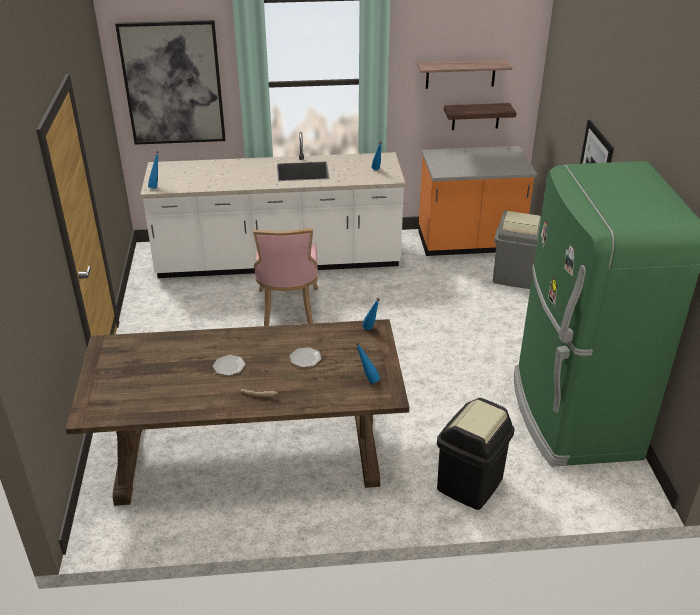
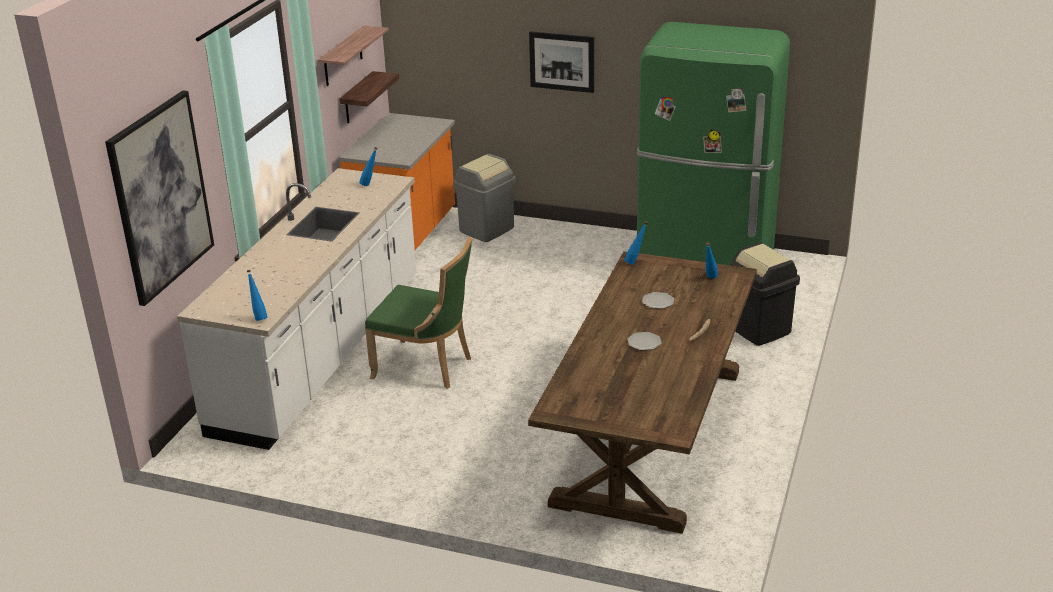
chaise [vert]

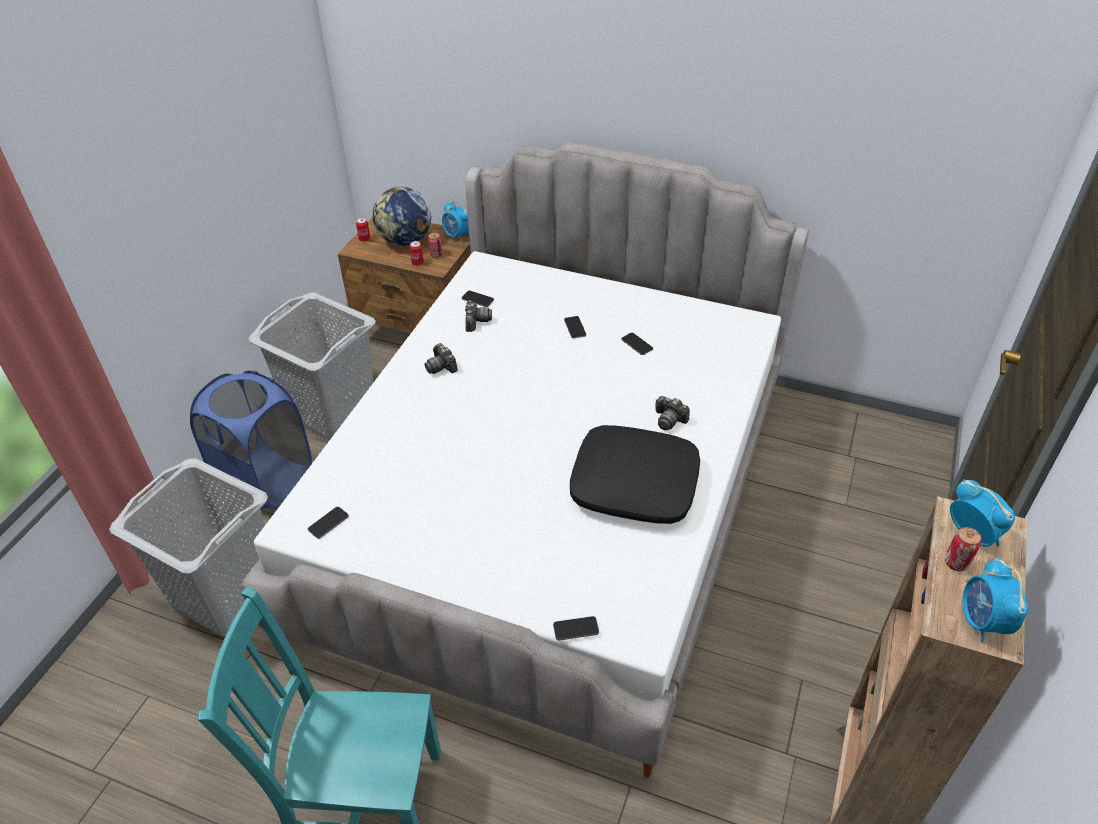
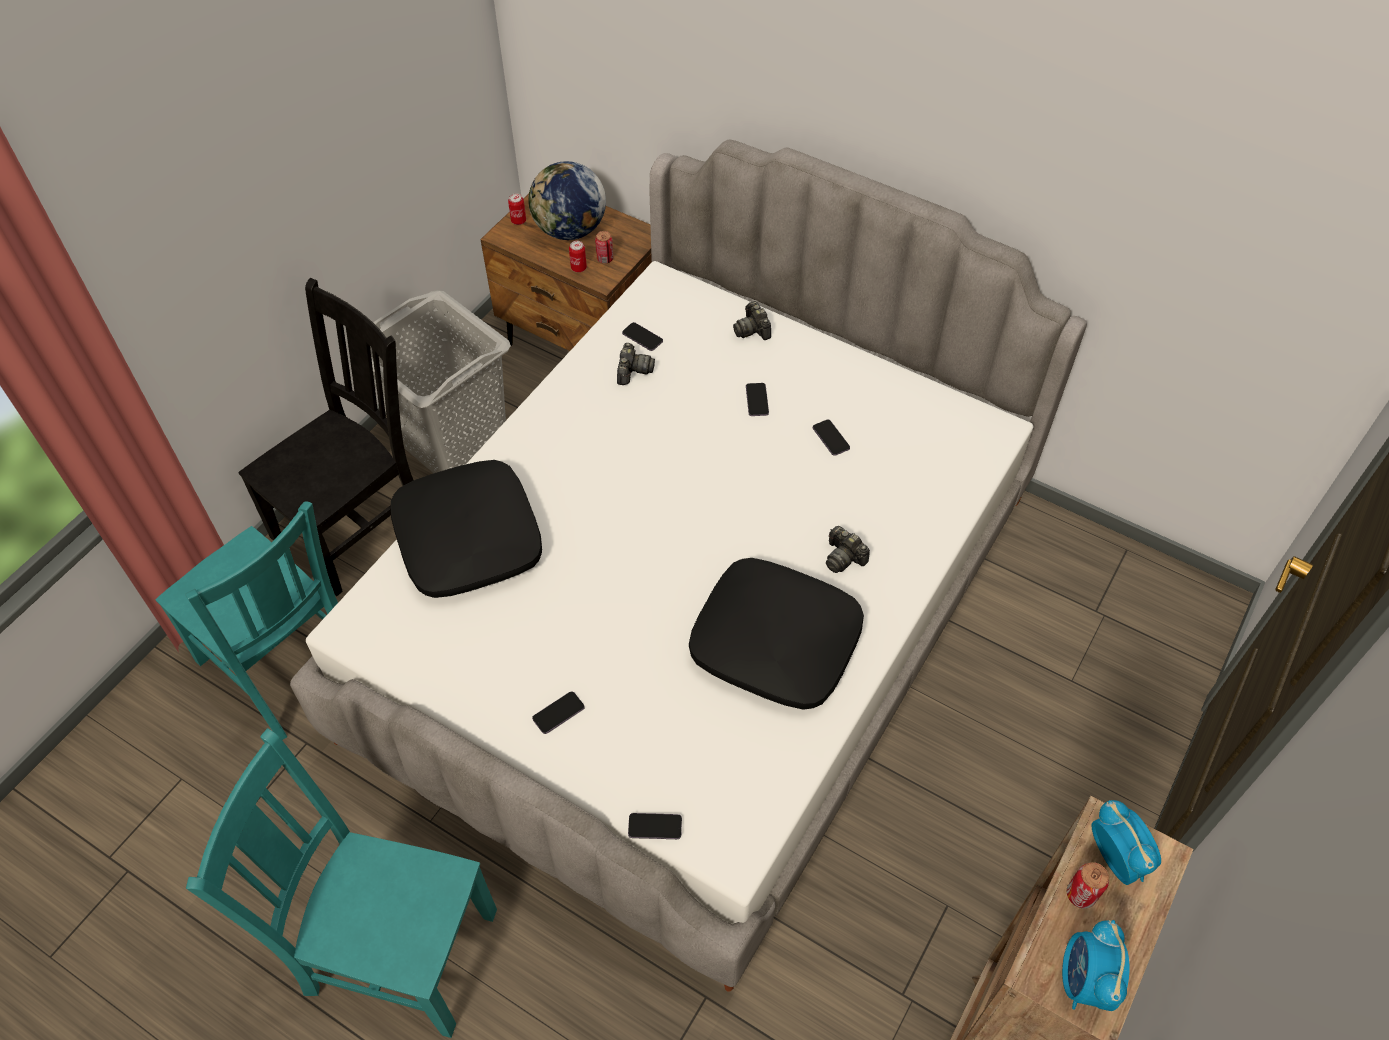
chaise [turquoise] (no. 1 from left)
chaise [noir]
coussin [noir] (no. 1 from left)
téléphone (no. 1 from left)
appareil photo (no. 2 from left)
réveil (no. 1 from left in the first image)

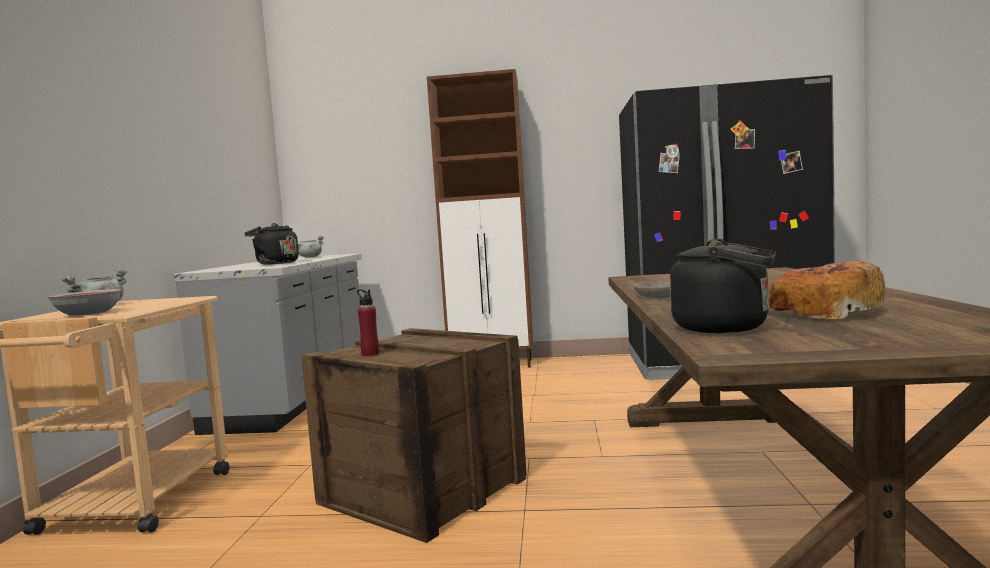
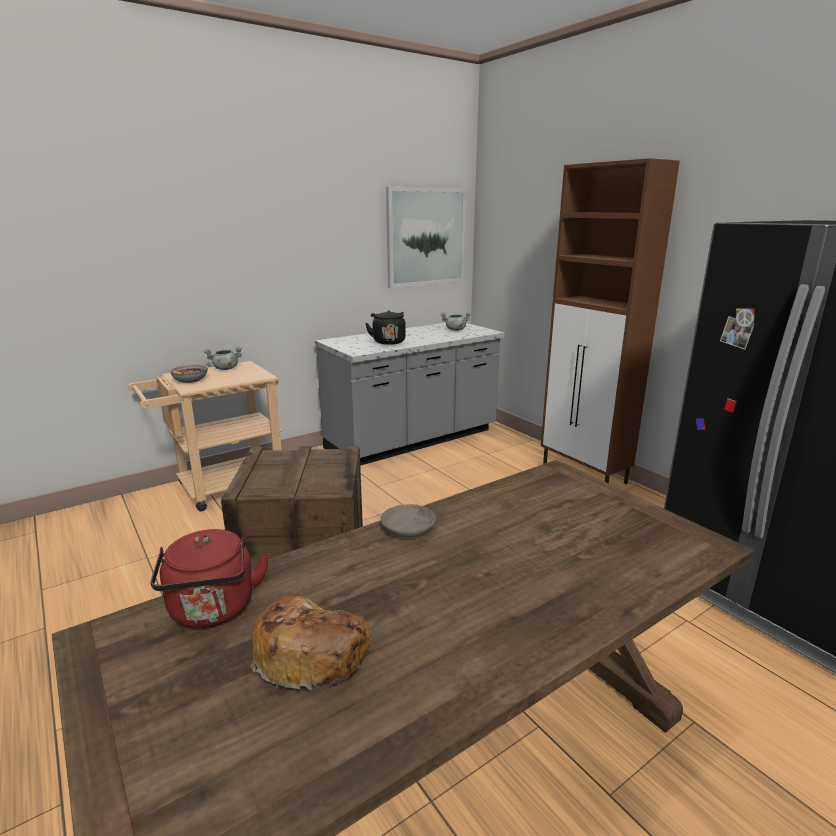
bouilloire [rouge]
tableau
bouteille [rouge]

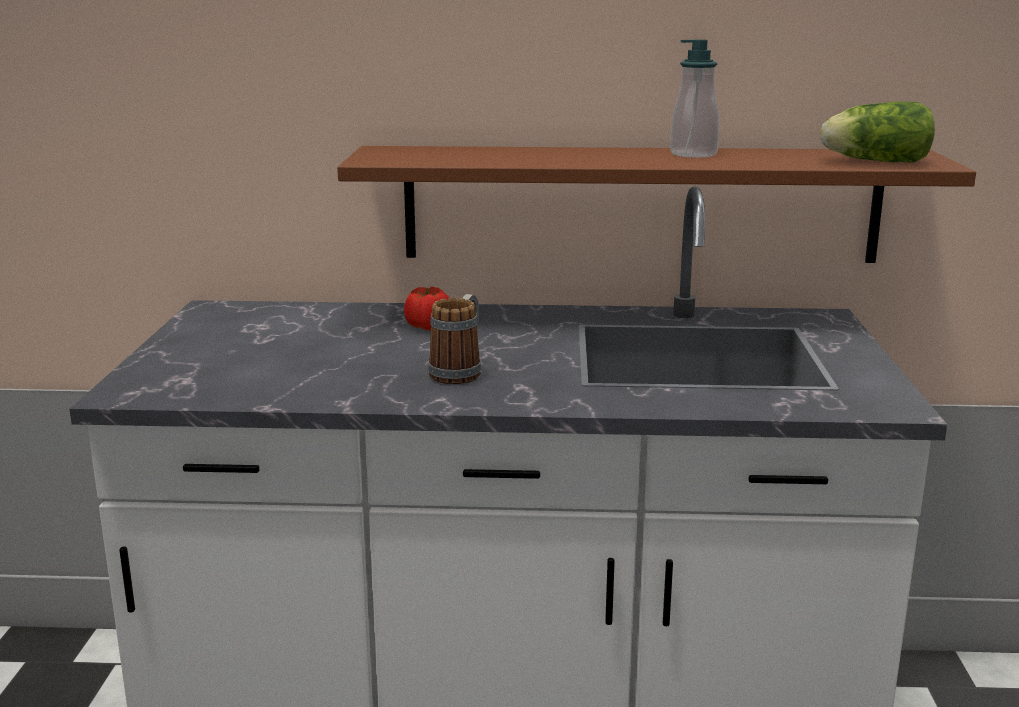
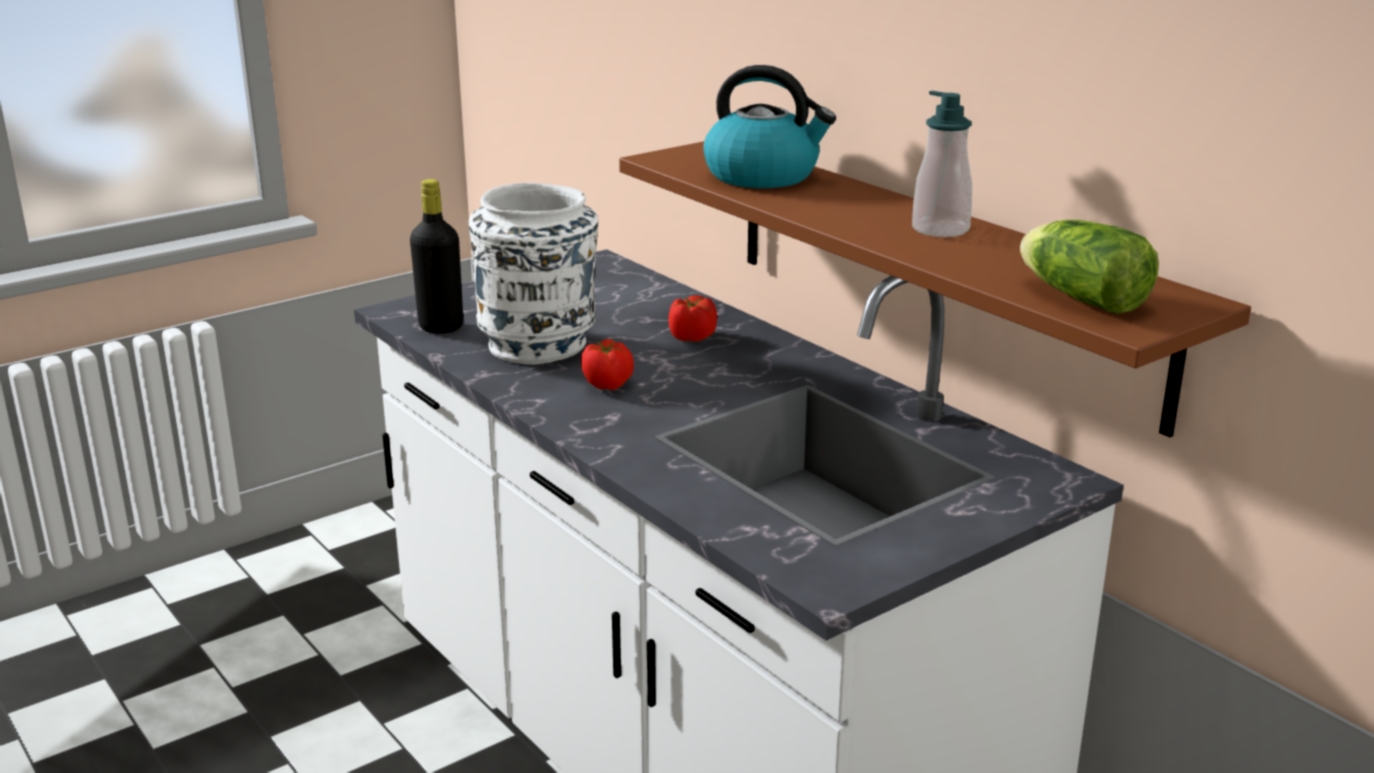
bouteille [noir]
vase [blanc]
tomate (no. 1 from left)
bouilloire

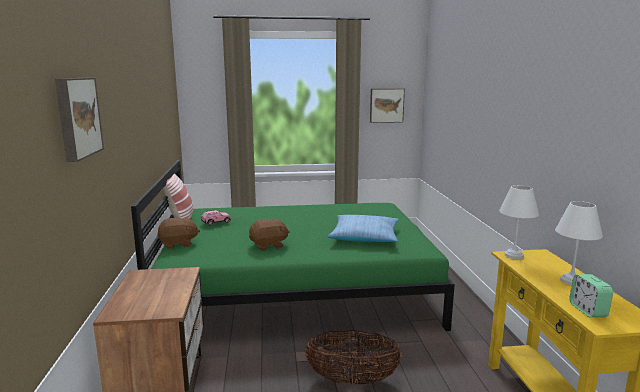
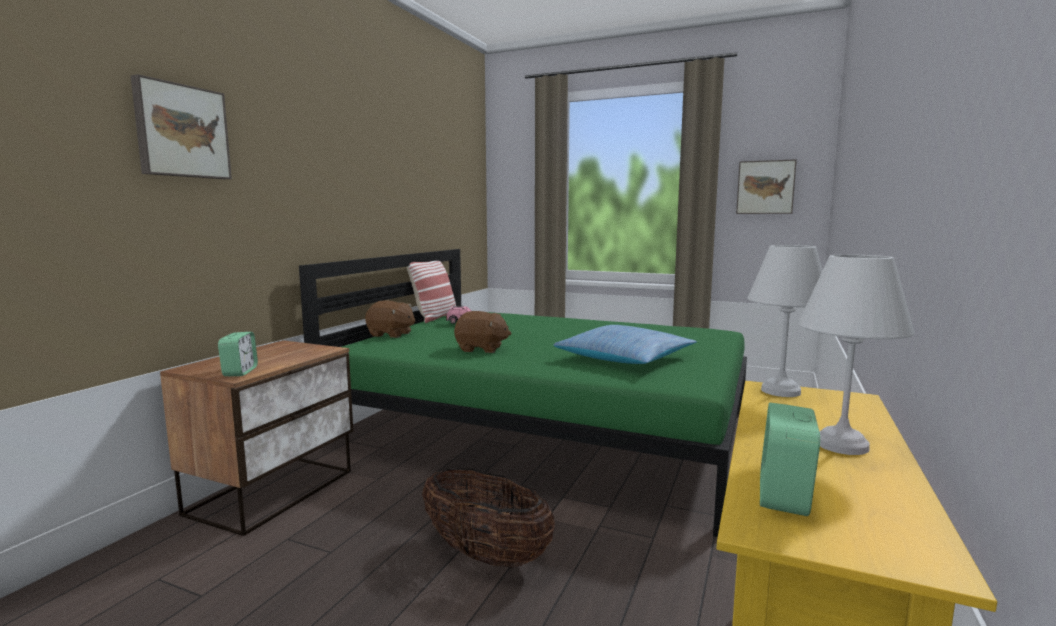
réveil (no. 1 from left)

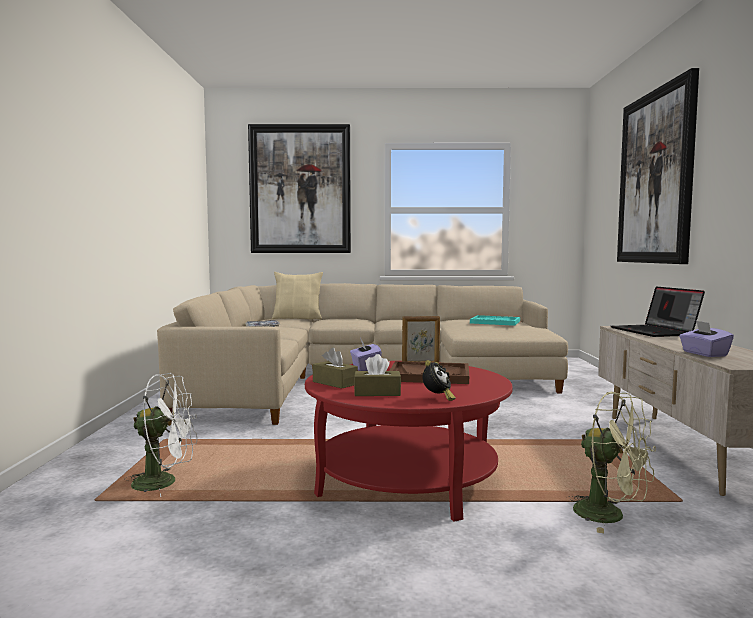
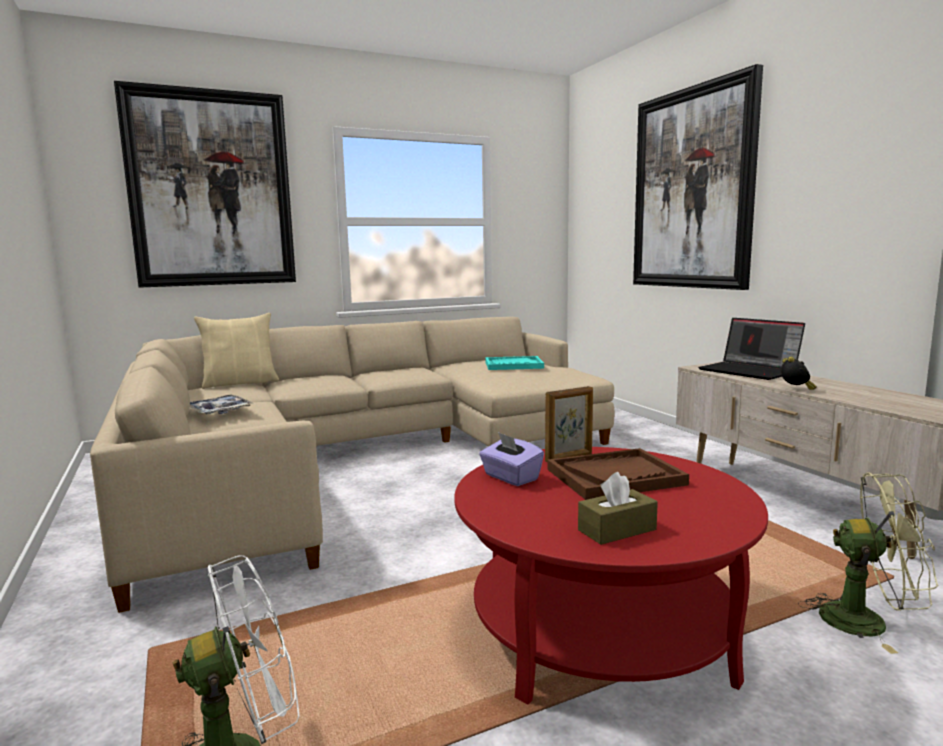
réveil
boîte à mouchoirs [marron] (no. 1 from left in the first image)
boîte à mouchoirs [violet] (no. 2 from left in the first image)

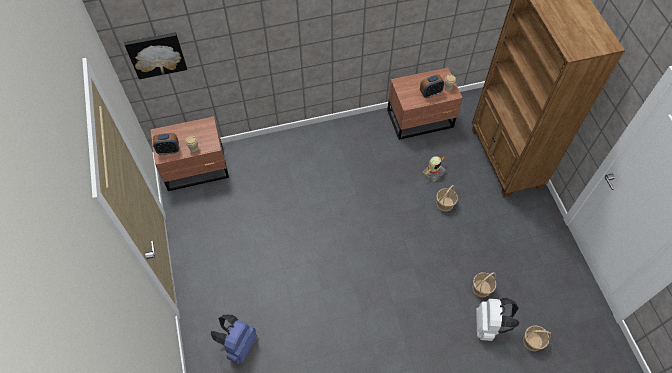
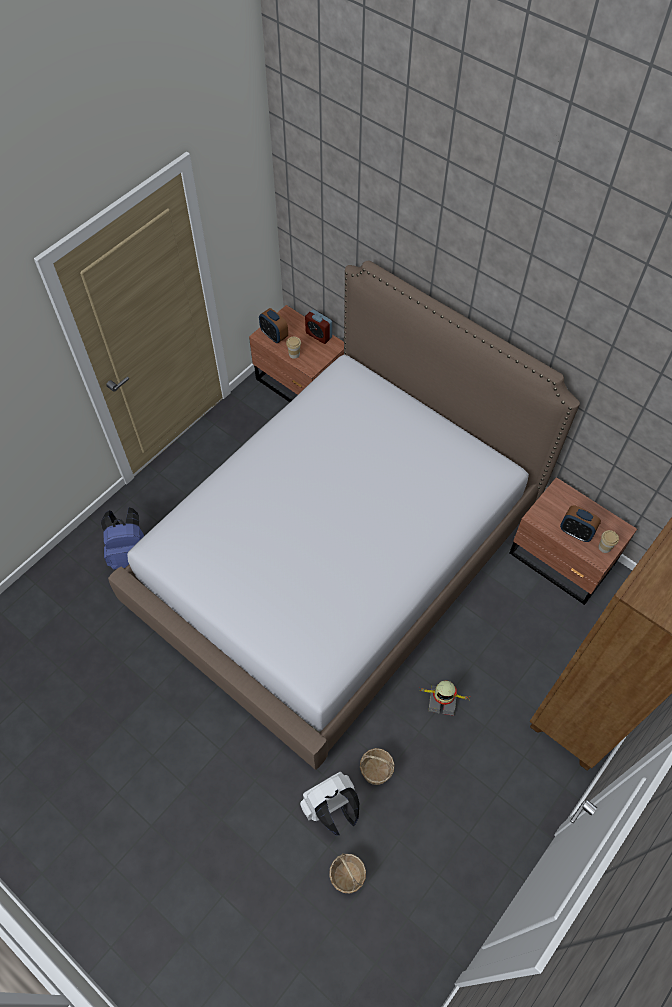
lit
réveil (no. 2 from left)
robot jouet
tableau
panier (no. 1 from left in the first image)

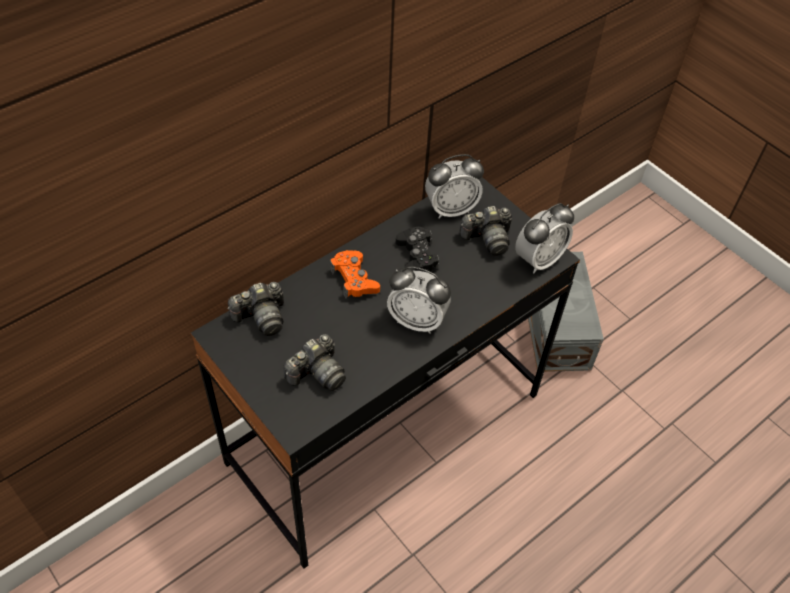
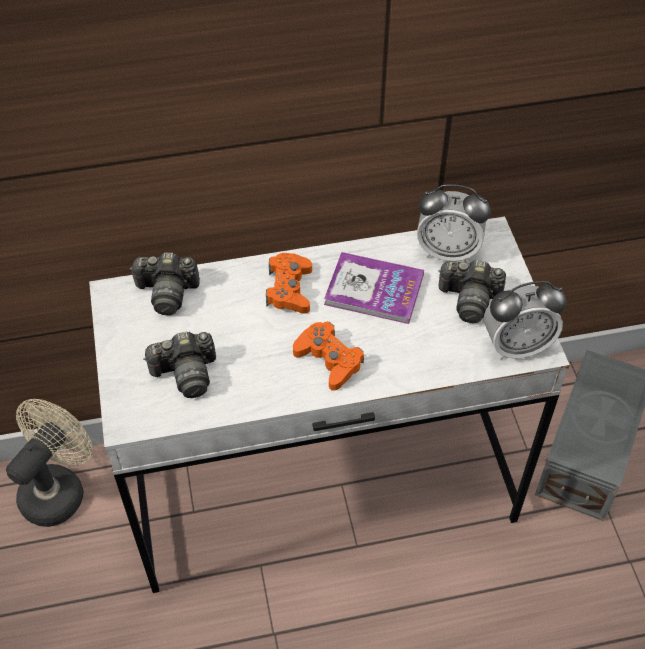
ventilateur [beige]
bureau [blanc]
manette [orange] (no. 2 from left)
livre

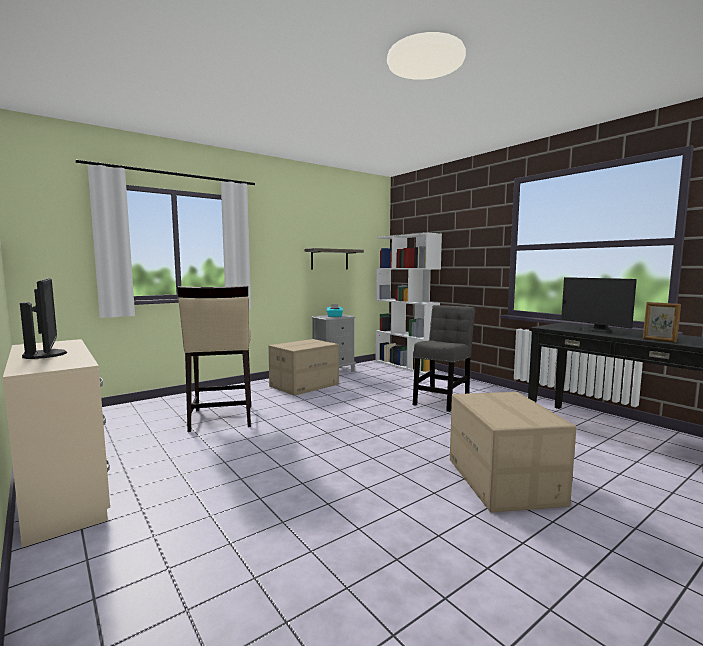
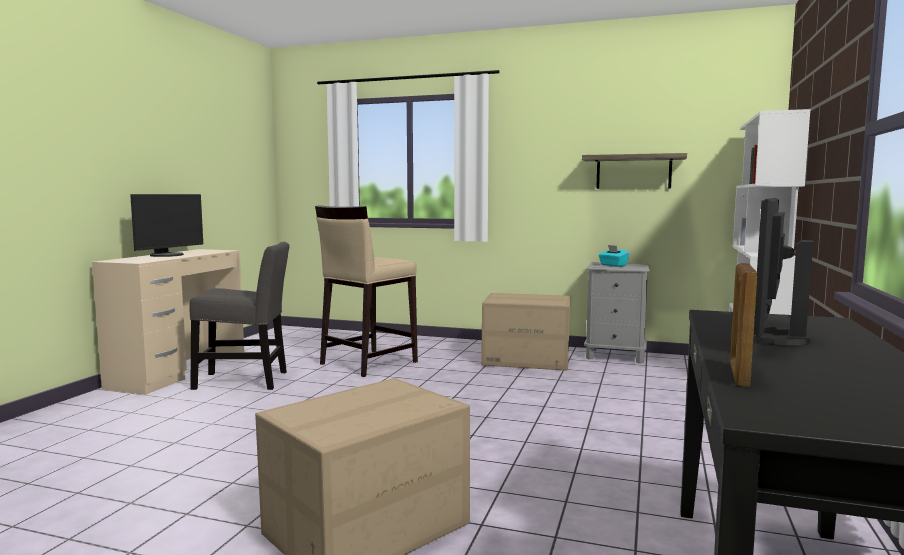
chaise [gris]

